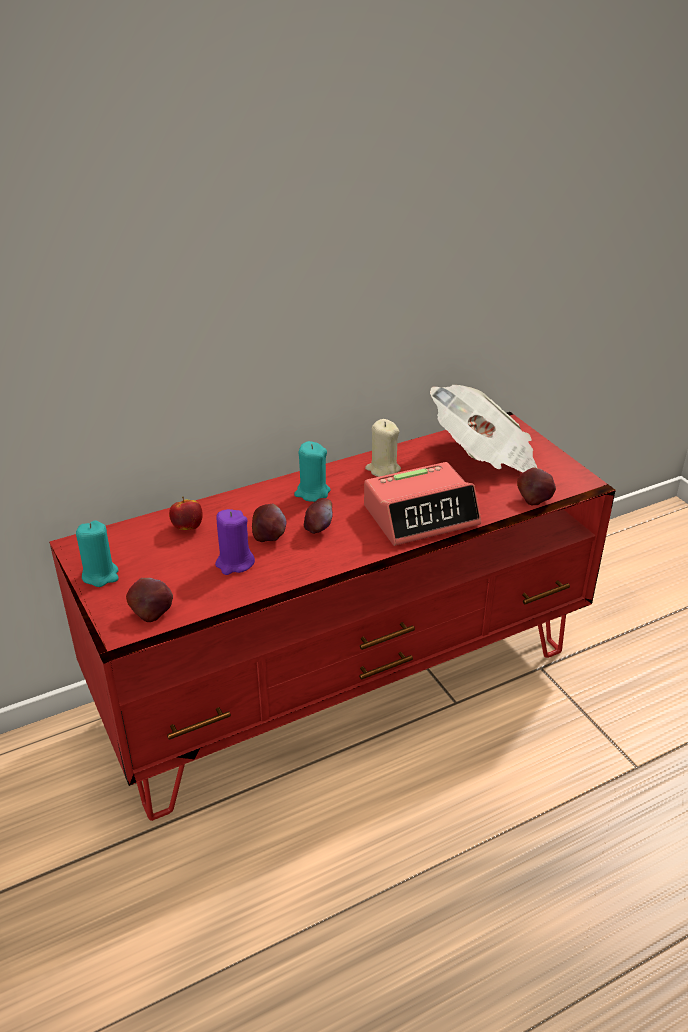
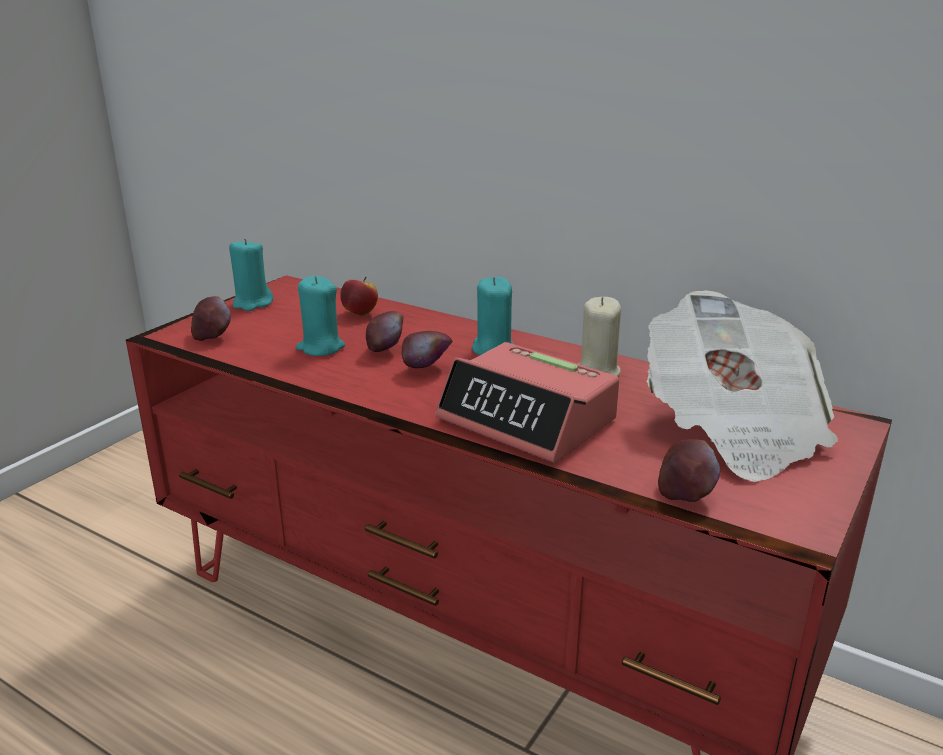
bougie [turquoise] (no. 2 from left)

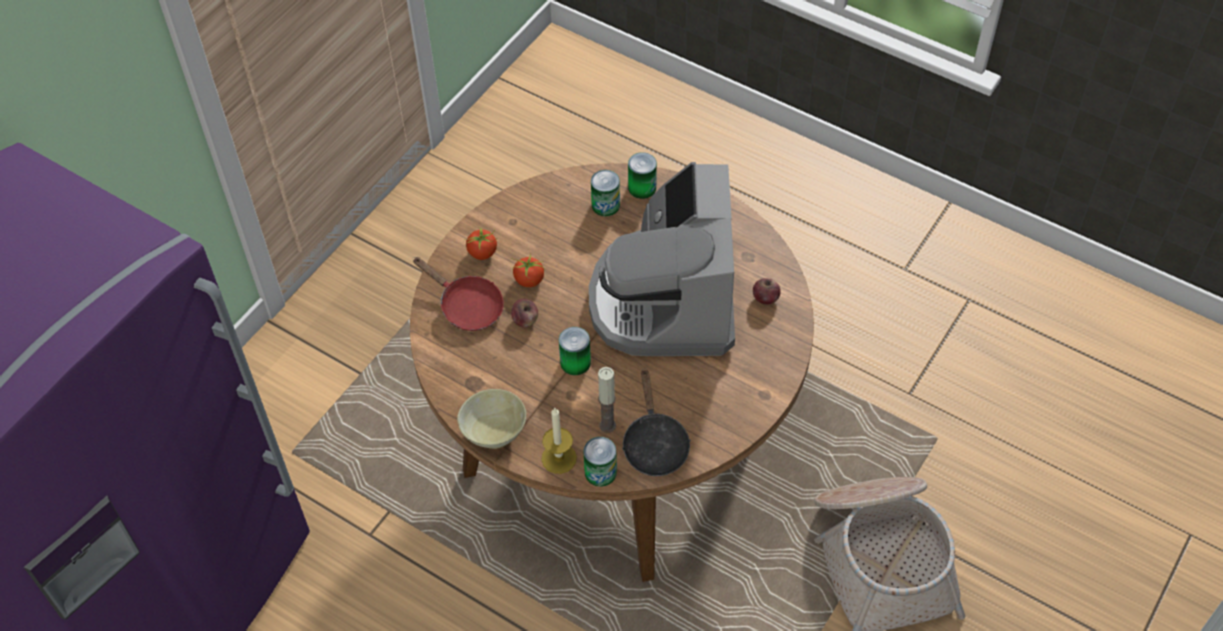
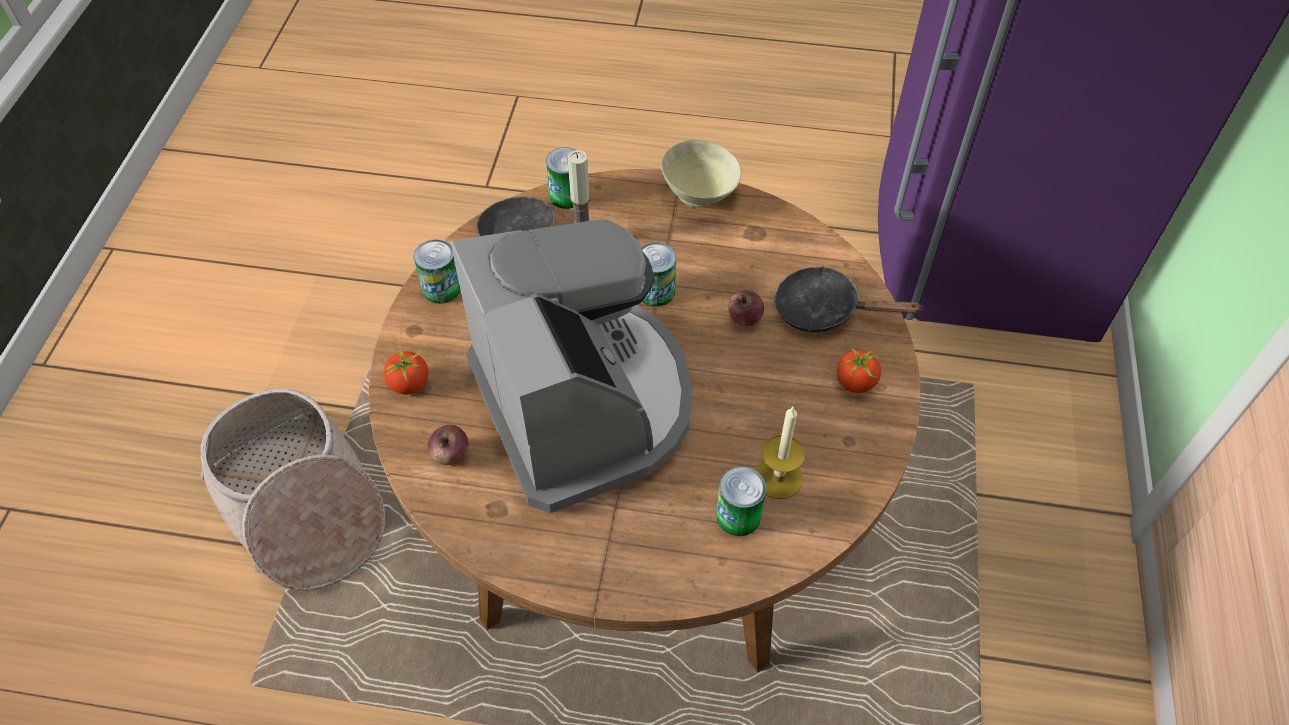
tomate (no. 1 from left)
boîte métallique (no. 1 from left)
bougie (no. 2 from left)
poêle [noir] (no. 2 from left)

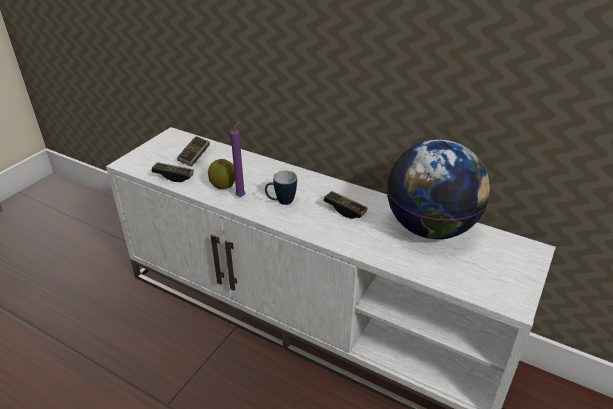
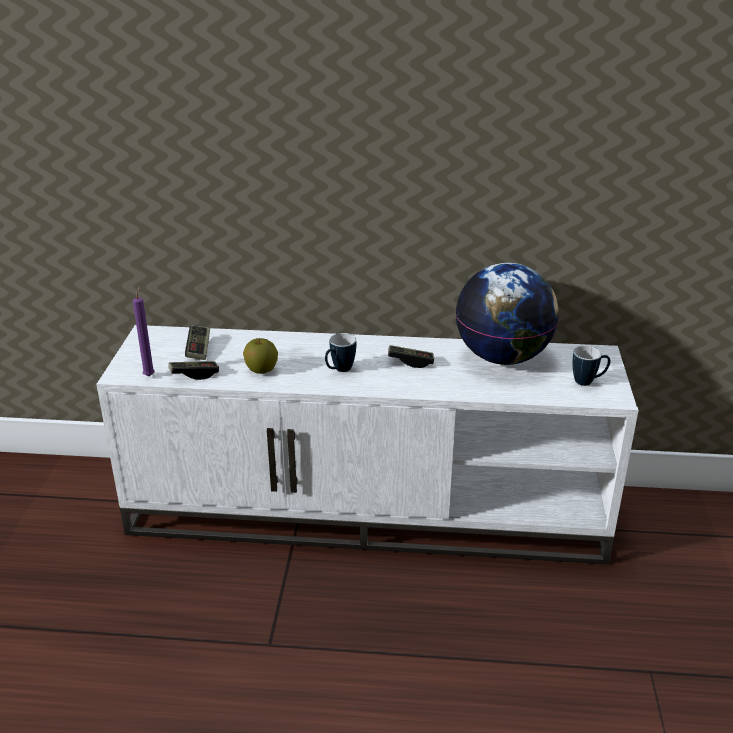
bougie [violet]
mug (no. 2 from left)

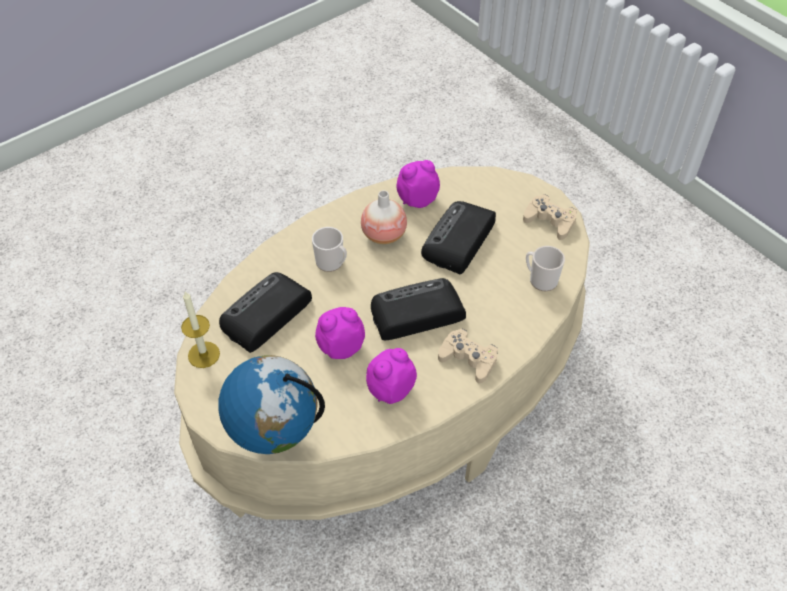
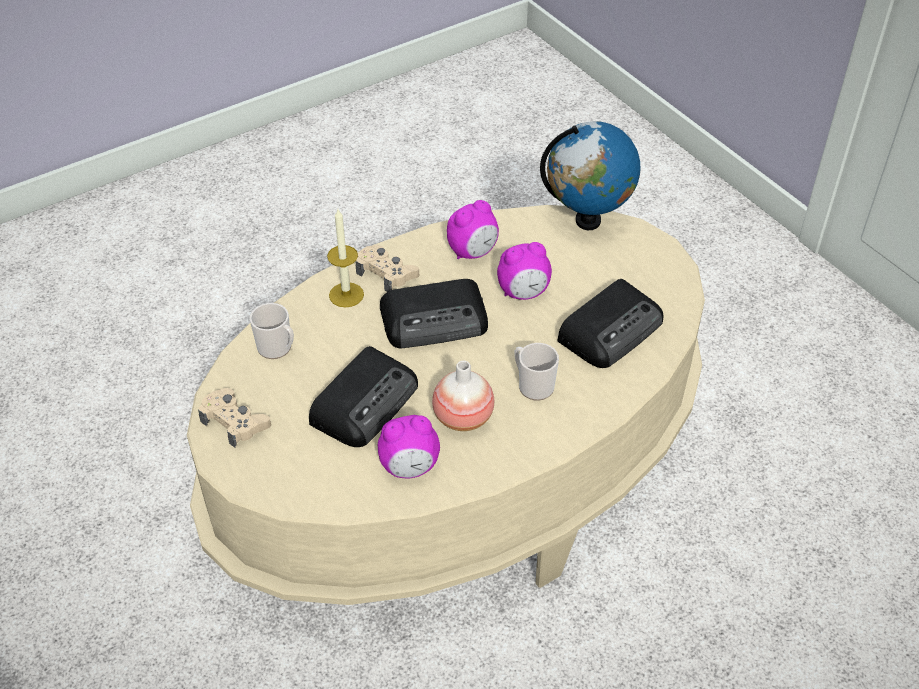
bougie

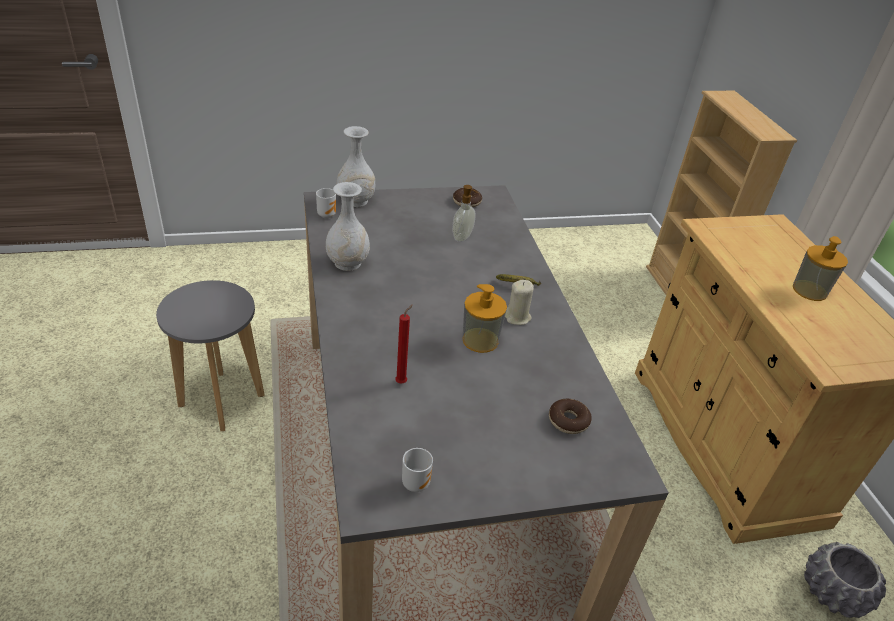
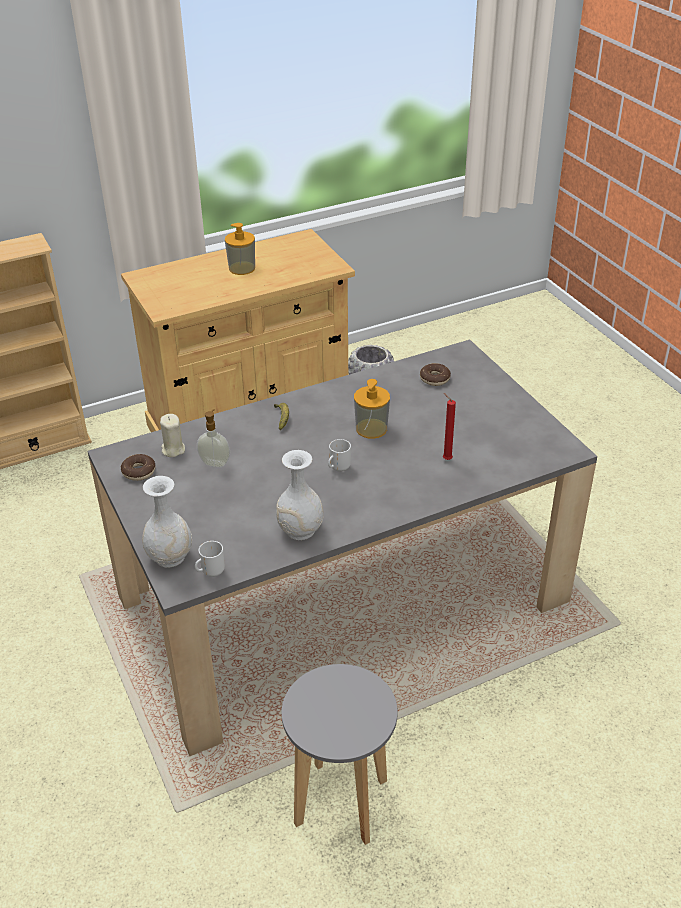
bougie [beige]
mug (no. 2 from left)

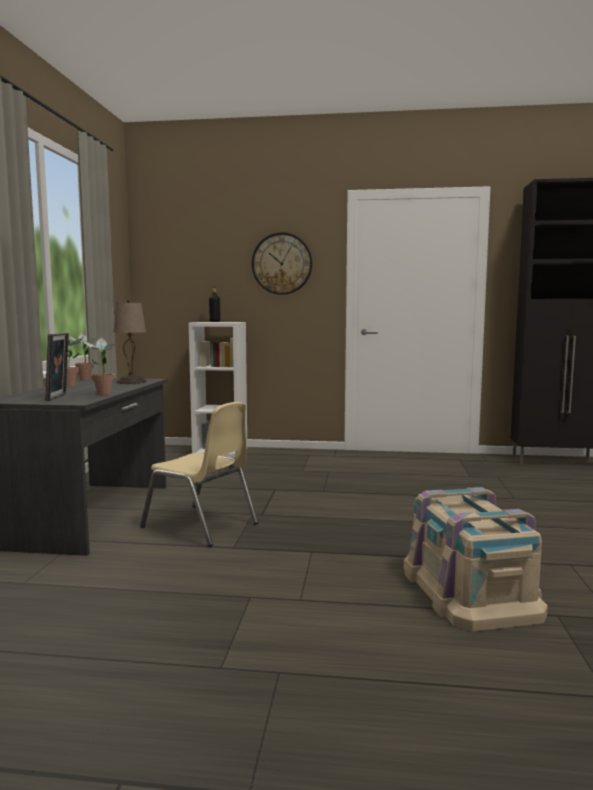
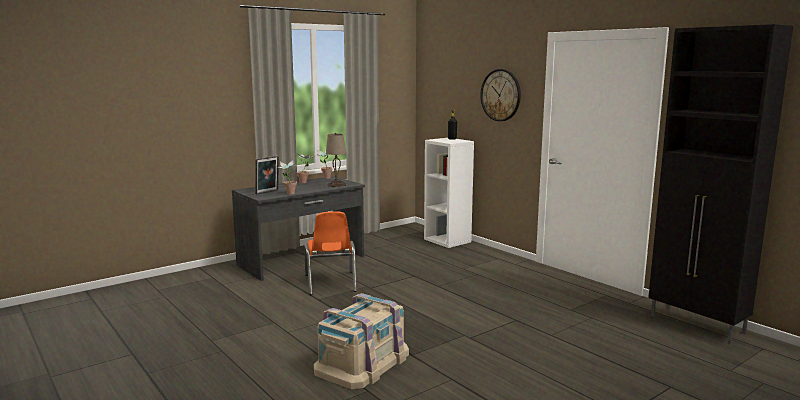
chaise [orange]

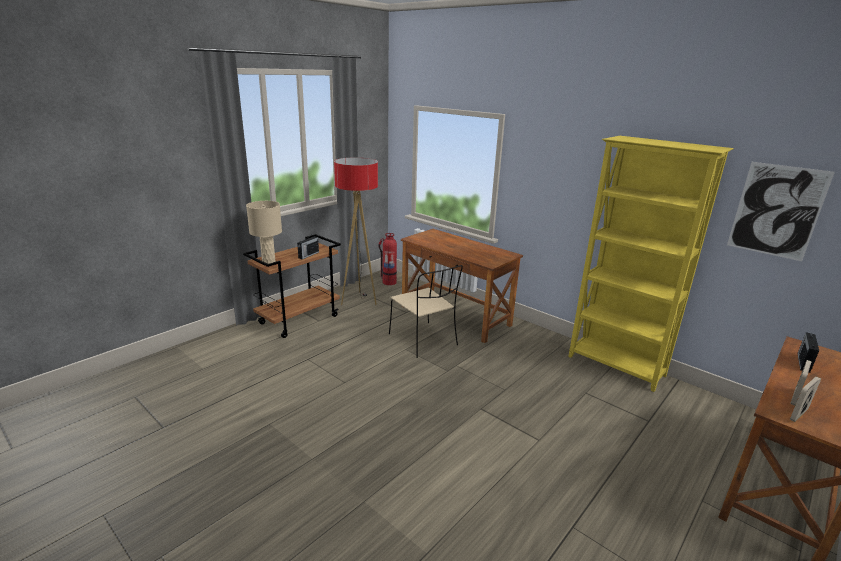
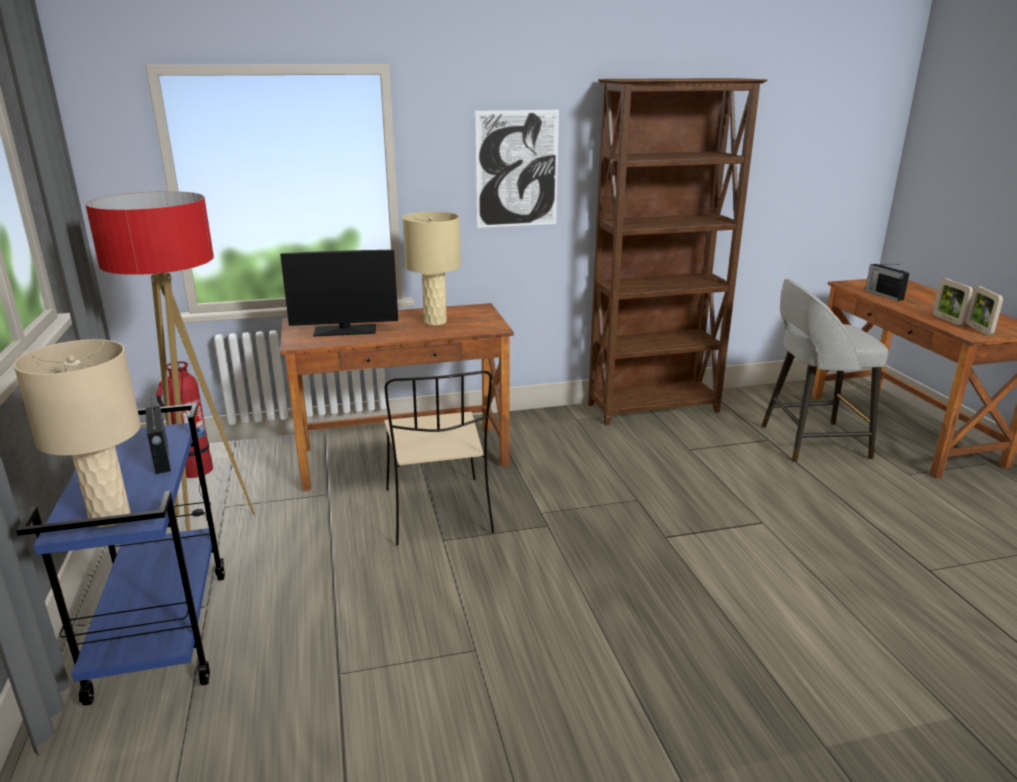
chariot [bleu]
écran d'ordinateur
chaise [beige]
lampe de table [beige] (no. 2 from left)
tableau
bibliothèque [marron]
tabouret [gris]

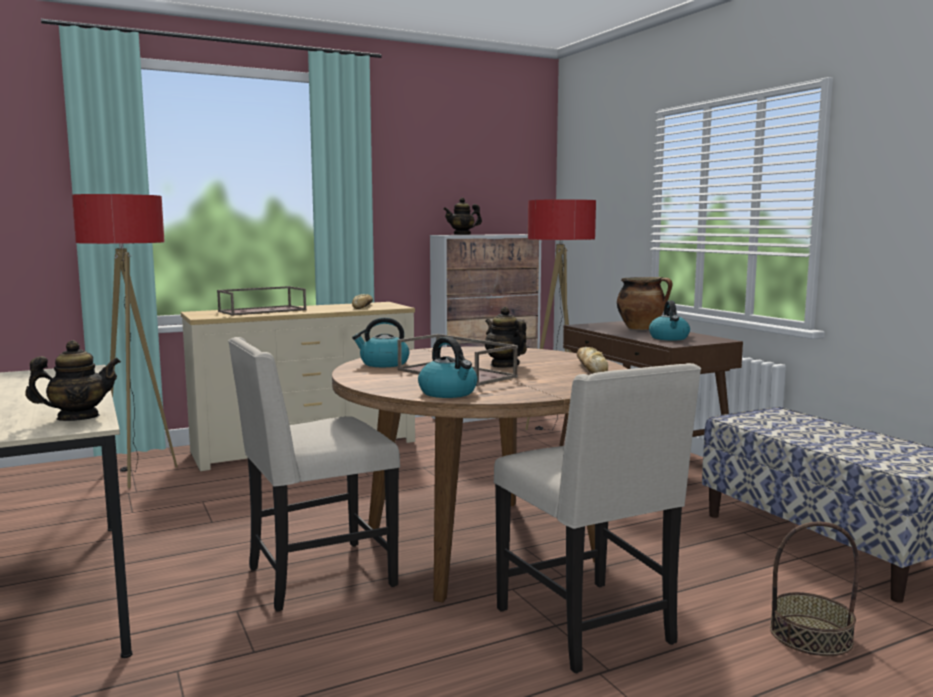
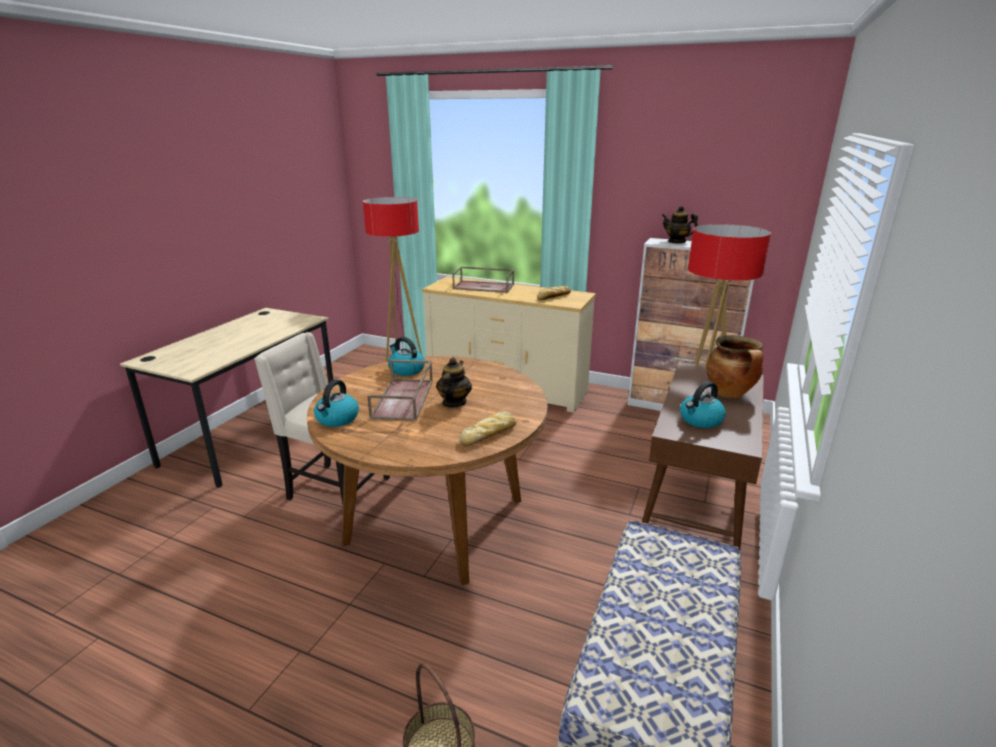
théière (no. 1 from left in the first image)
chaise [beige] (no. 2 from left in the first image)

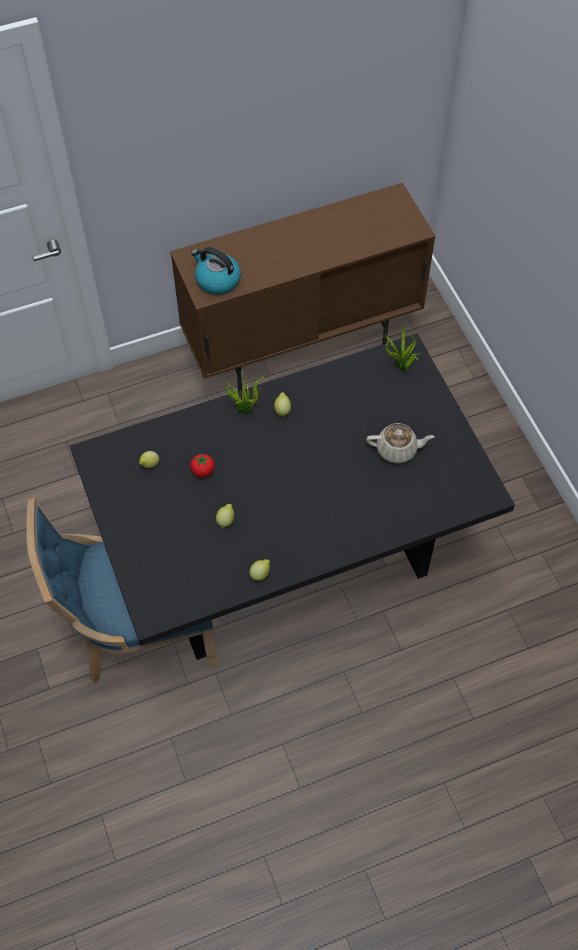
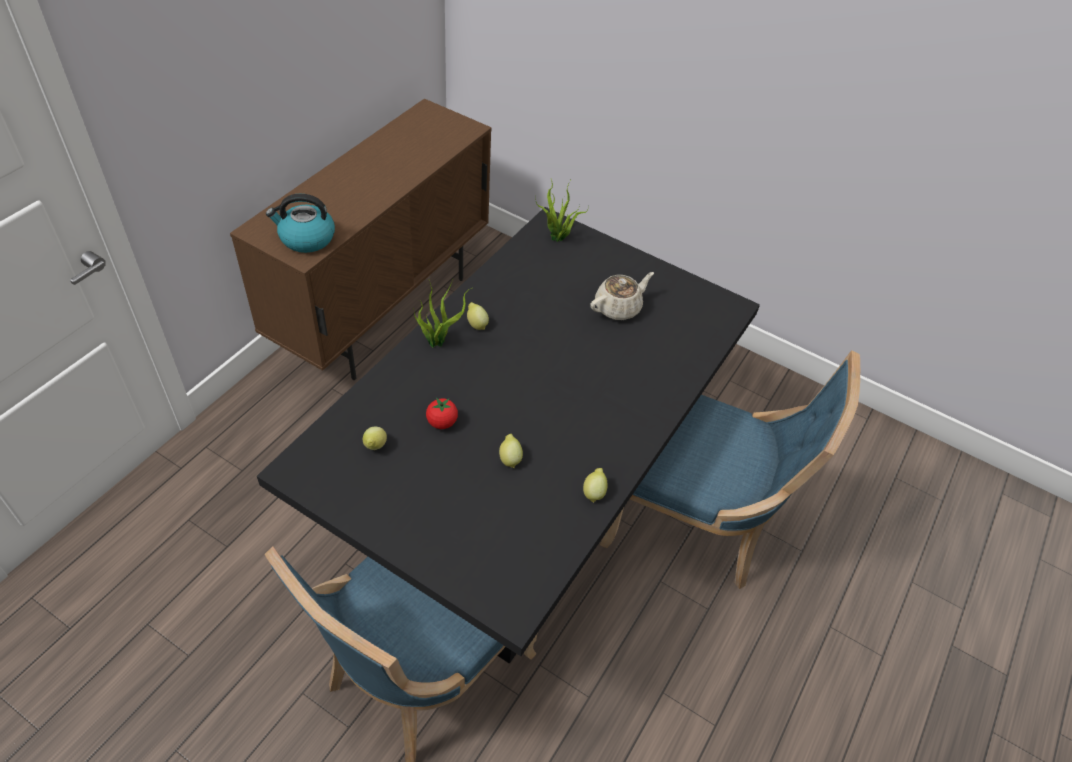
chaise [bleu] (no. 2 from left)

